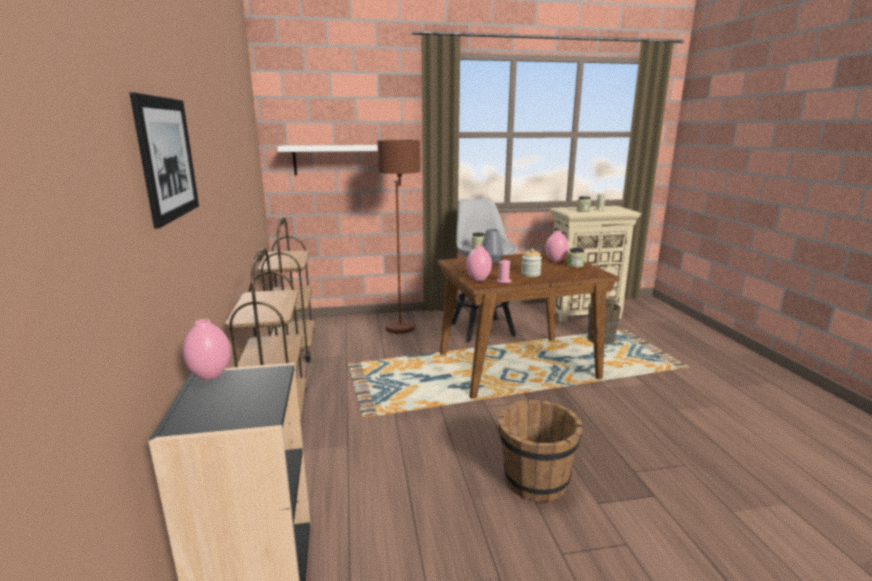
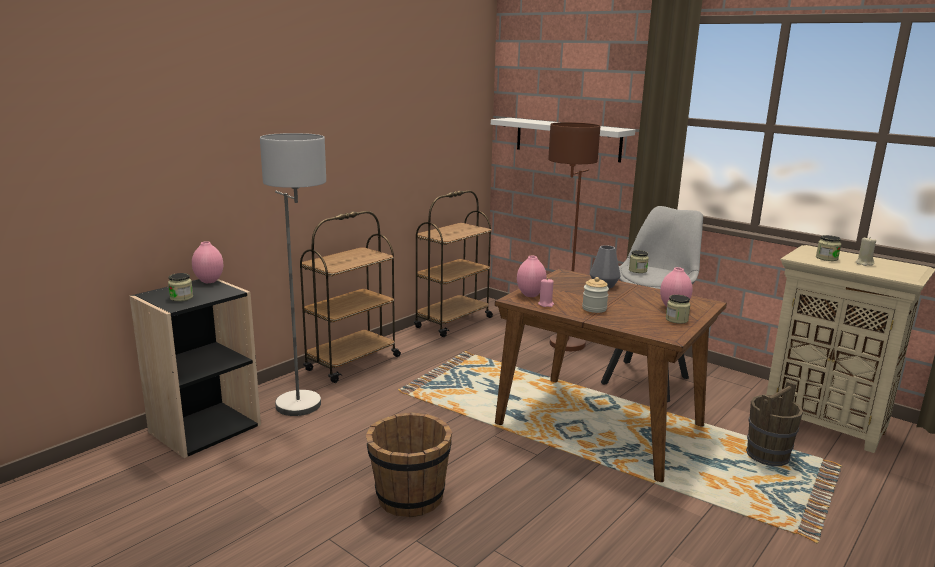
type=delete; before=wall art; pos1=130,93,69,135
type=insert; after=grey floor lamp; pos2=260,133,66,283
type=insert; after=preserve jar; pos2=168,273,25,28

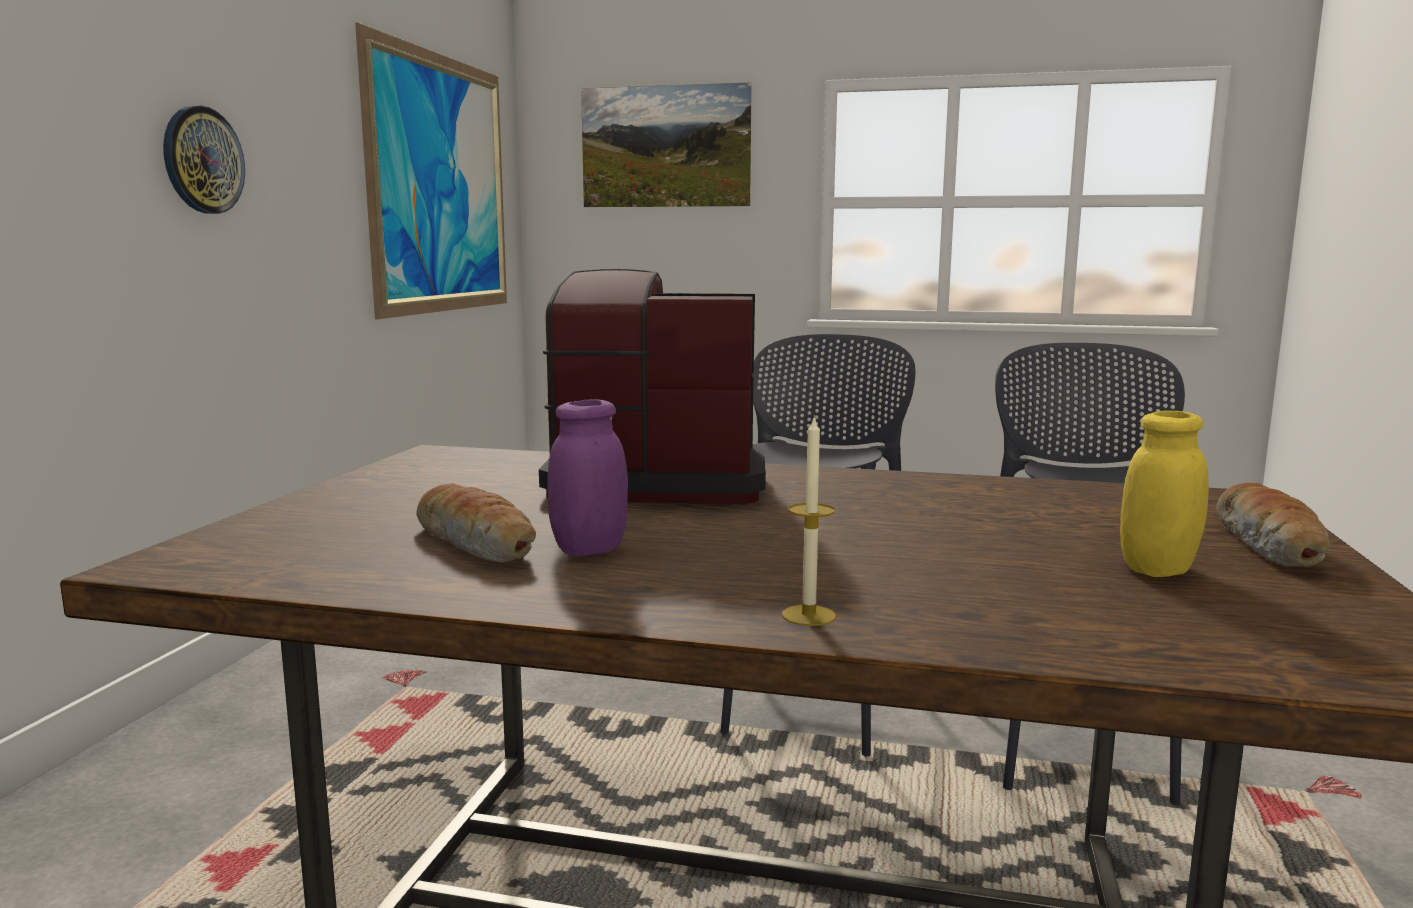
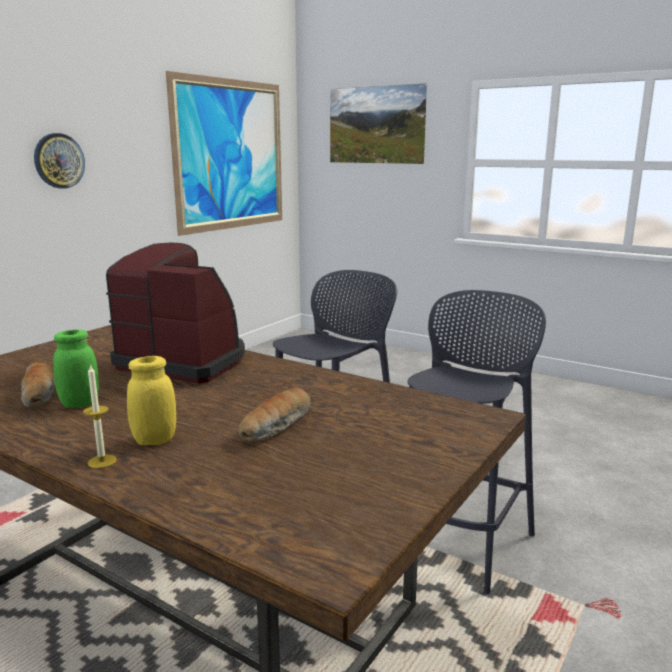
type=recolor; before=purple-coloured preserve jar; after=green preserve jar; pos1=547,399,81,157; pos2=53,329,46,79
type=move; before=yellow-coloured preserve jar; pos1=1120,411,89,166; pos2=127,356,49,89
type=move; before=bakery bread; pos1=1216,483,114,84; pos2=239,388,71,54

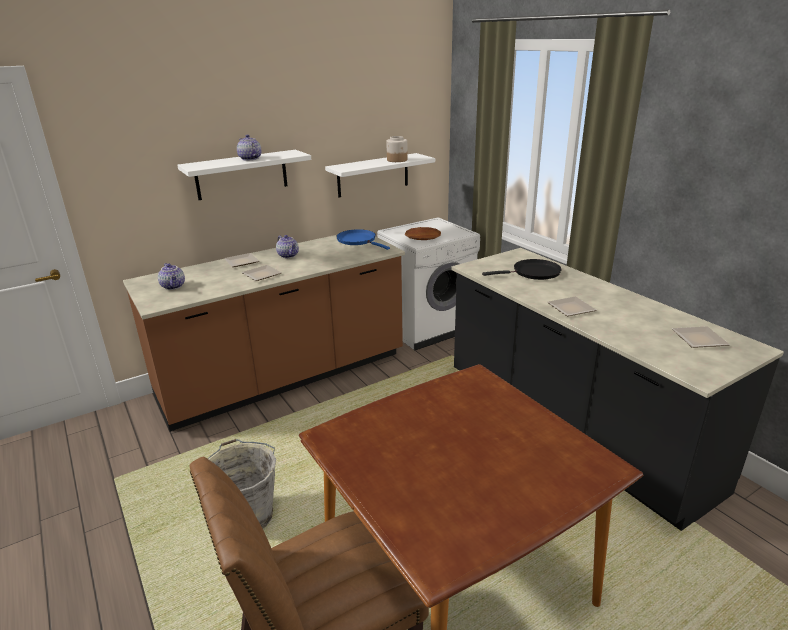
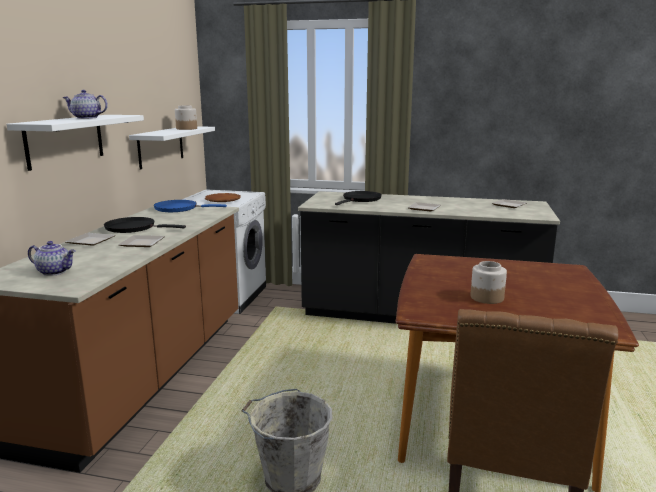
type=replace; before=pot for tea; after=blackish skillet; pos1=276,235,23,23; pos2=104,217,82,16
type=insert; after=preserve jar; pos2=471,261,36,43

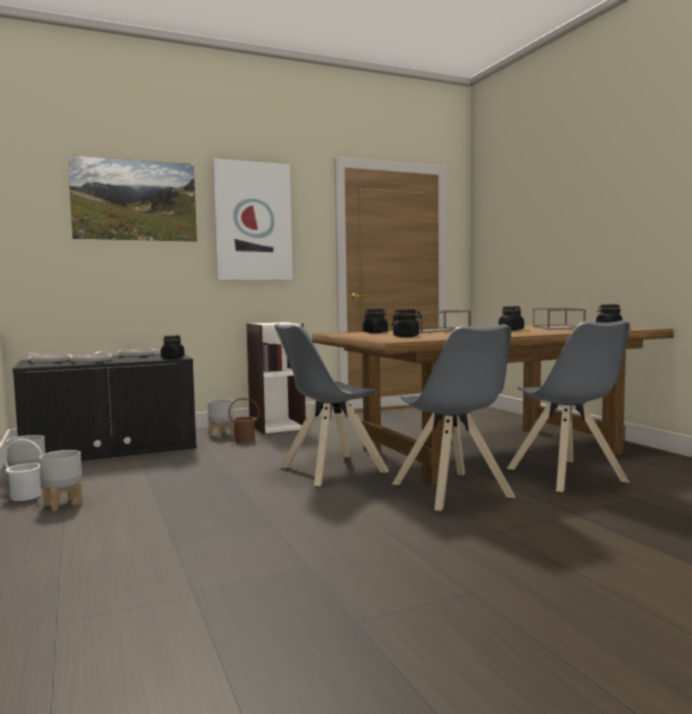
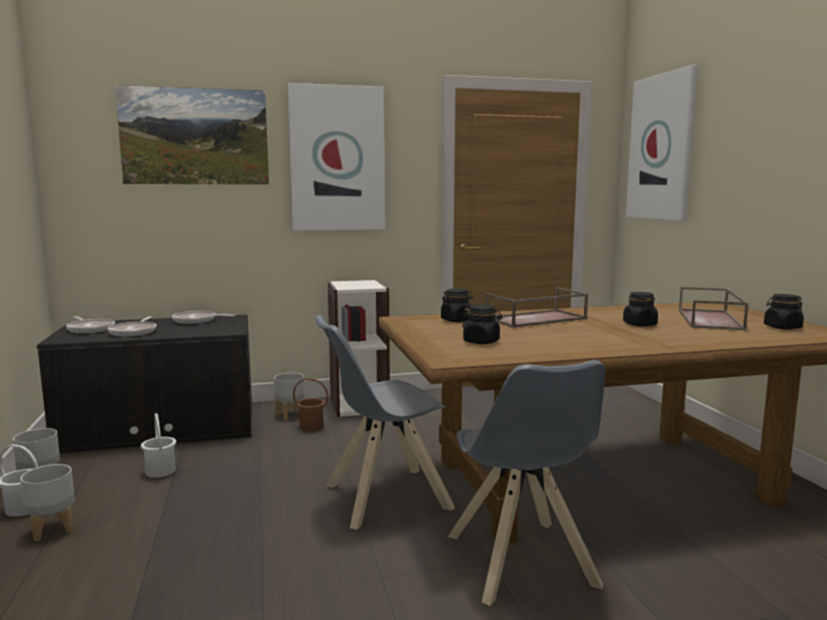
type=delete; before=grey chair; pos1=507,320,123,172
type=delete; before=blackish preserve jar; pos1=161,335,24,24
type=insert; after=wall art; pos2=626,65,72,156
type=insert; after=white-coloured water bucket; pos2=141,413,35,65

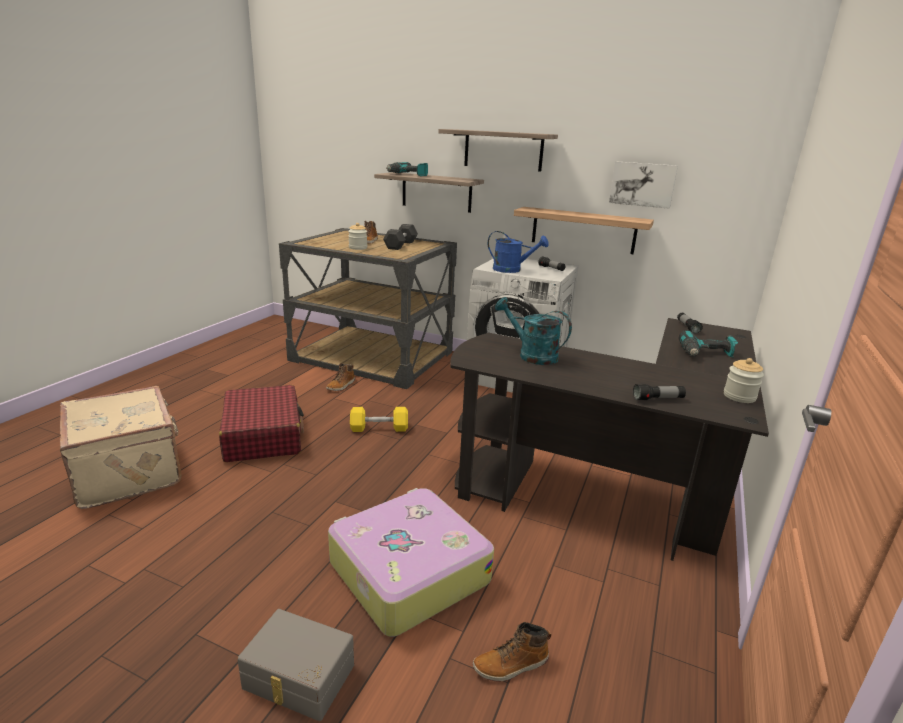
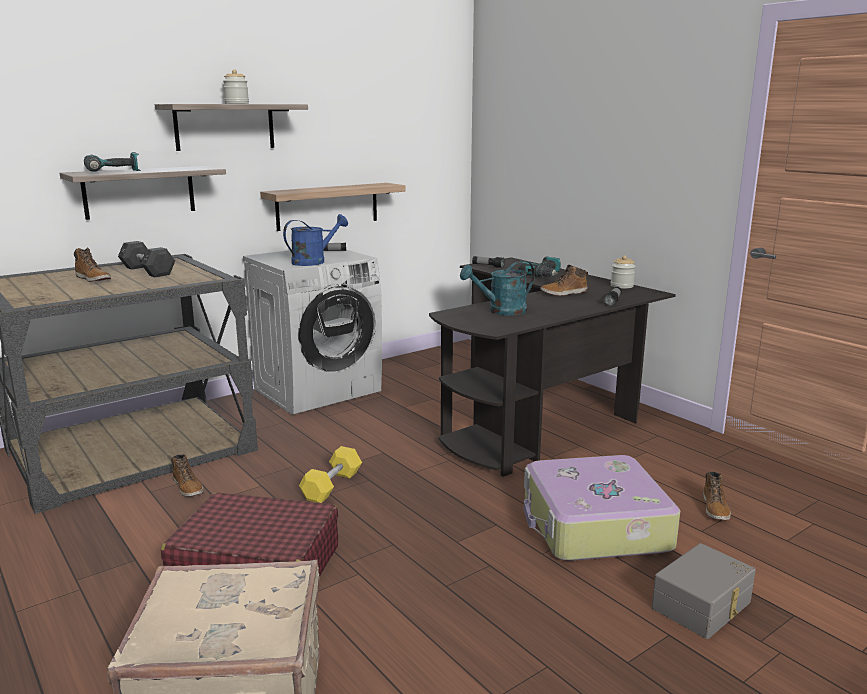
type=delete; before=wall art; pos1=609,161,69,48
type=move; before=preserve jar; pos1=348,223,19,27; pos2=223,69,26,35
type=insert; after=high-top boot; pos2=540,265,48,31

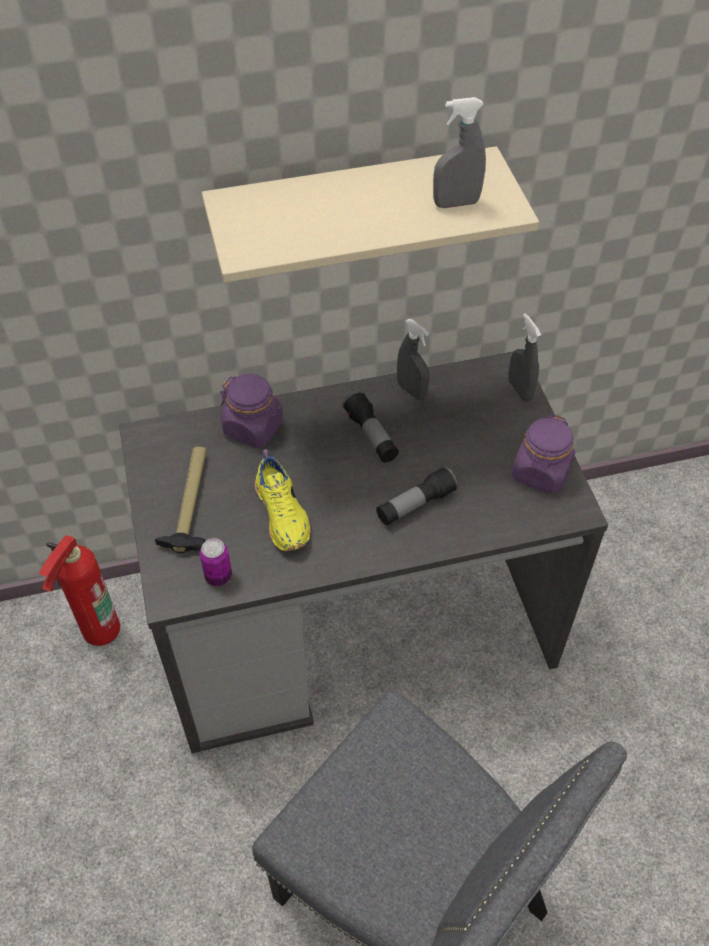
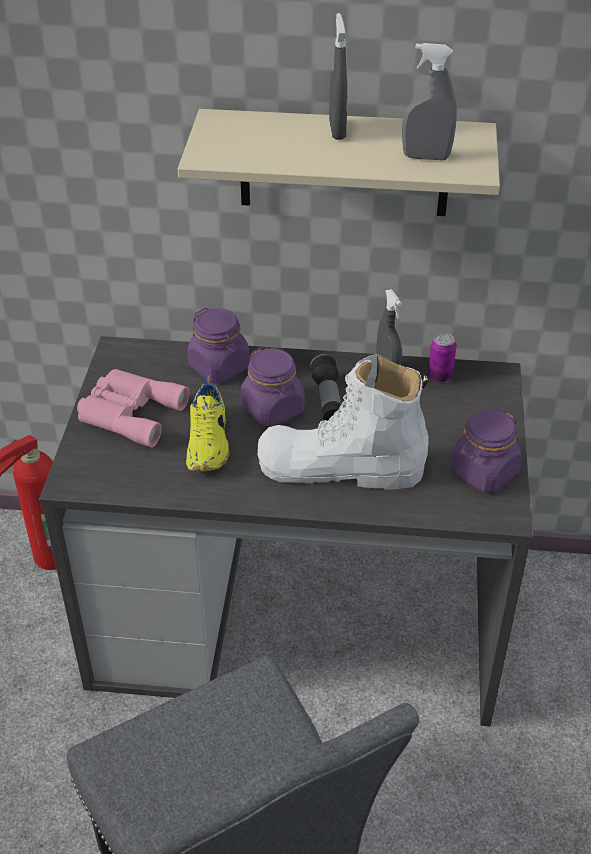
type=move; before=grey hand sprayer; pos1=508,313,33,89; pos2=329,13,18,127
type=replace; before=tool hammer; after=pinkish binoculars; pos1=155,447,52,106; pos2=77,369,113,79
type=replace; before=hand torch; after=white-coloured high-top boot; pos1=376,466,82,60; pos2=257,354,172,136
type=move; before=can; pos1=200,538,32,48; pos2=428,333,28,50
type=insert; after=purple-coloured preserve jar; pos2=240,347,65,80

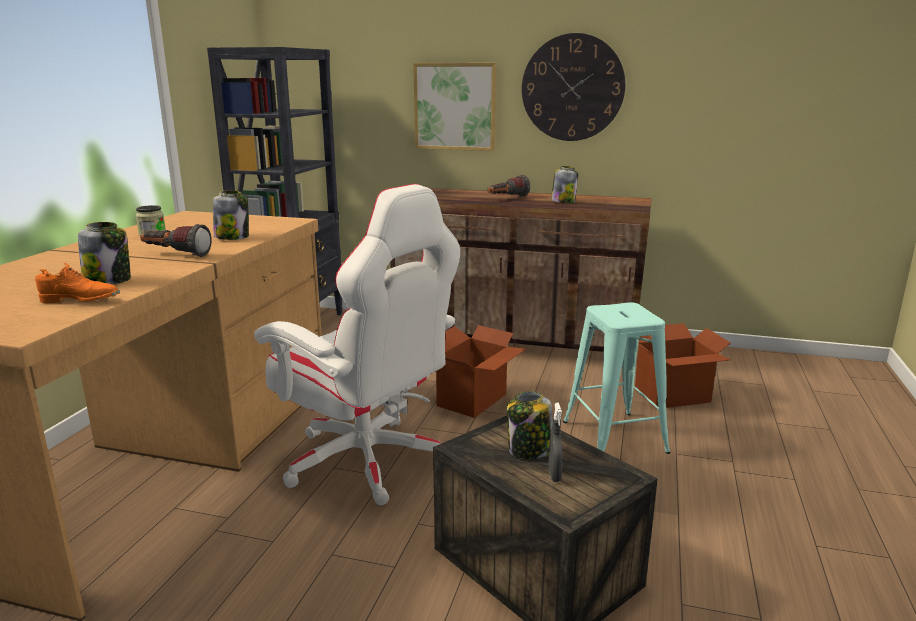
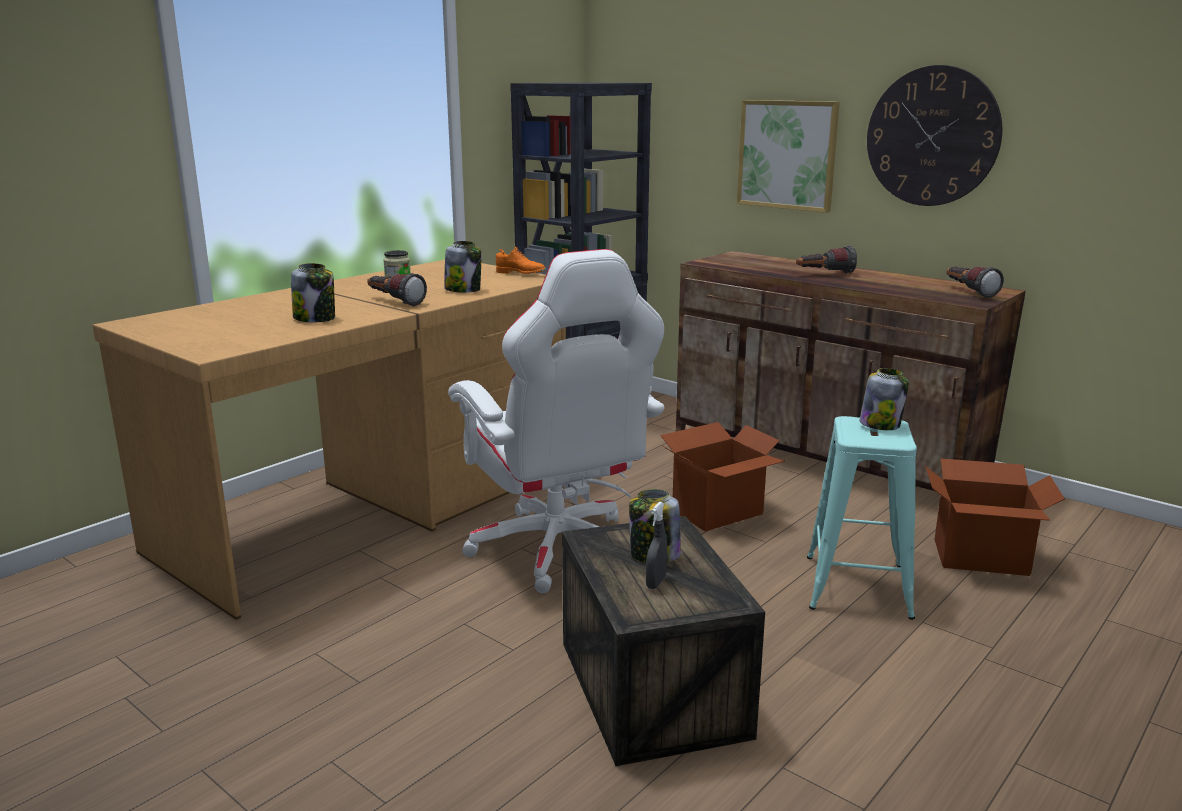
type=move; before=preserve jar; pos1=551,166,27,37; pos2=860,368,49,62
type=move; before=orange item of footwear; pos1=35,263,85,40; pos2=496,247,50,27
type=insert; after=hand torch; pos2=947,267,57,31

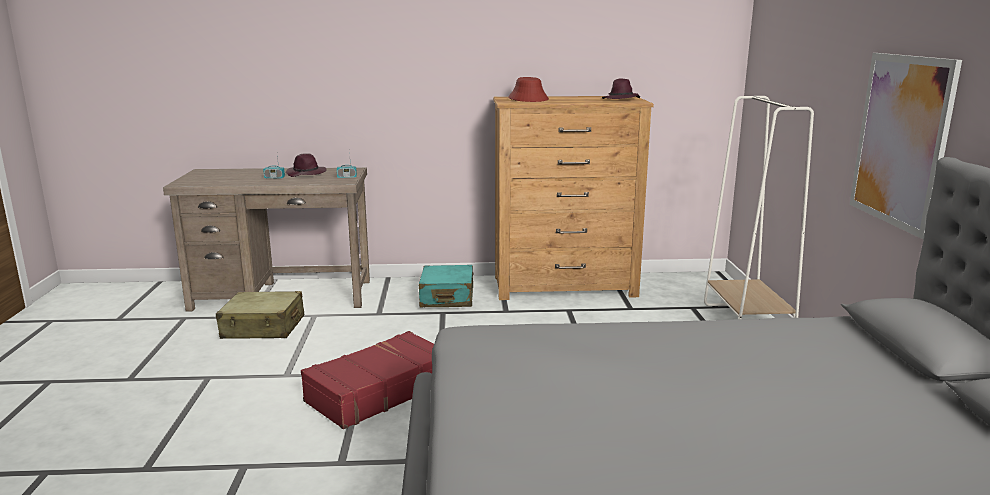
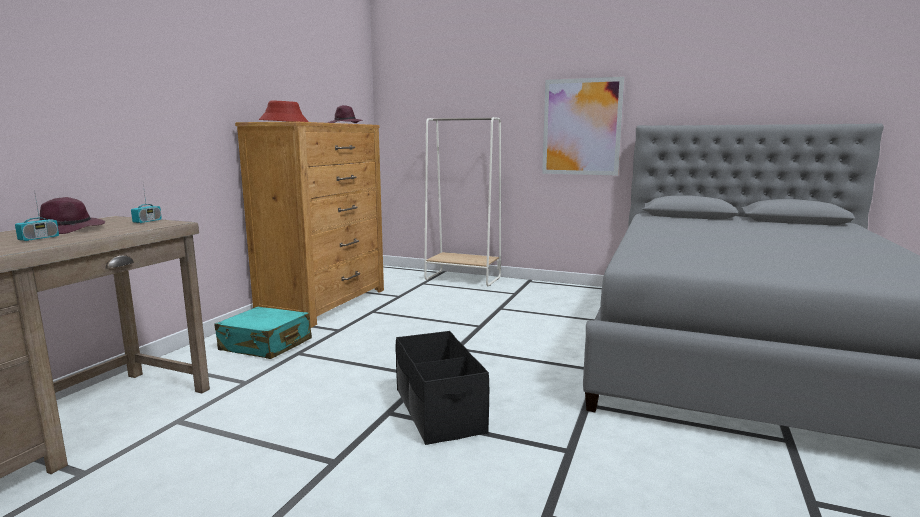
type=delete; before=beige travel case; pos1=216,291,88,48
type=replace; before=red-coloured travel case; after=blackish storage bin; pos1=301,331,133,98; pos2=396,331,93,114

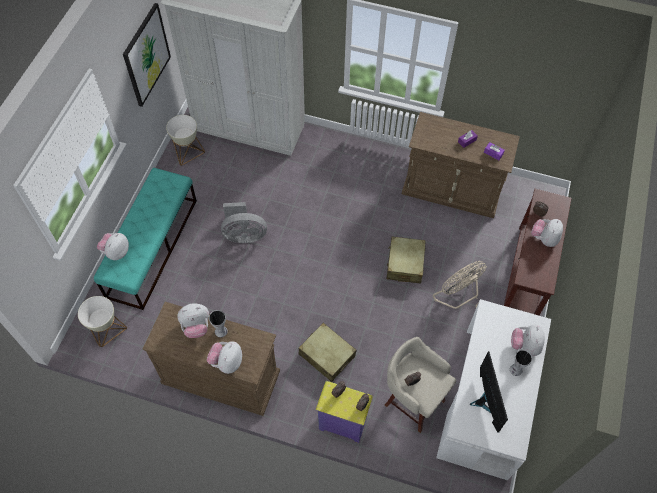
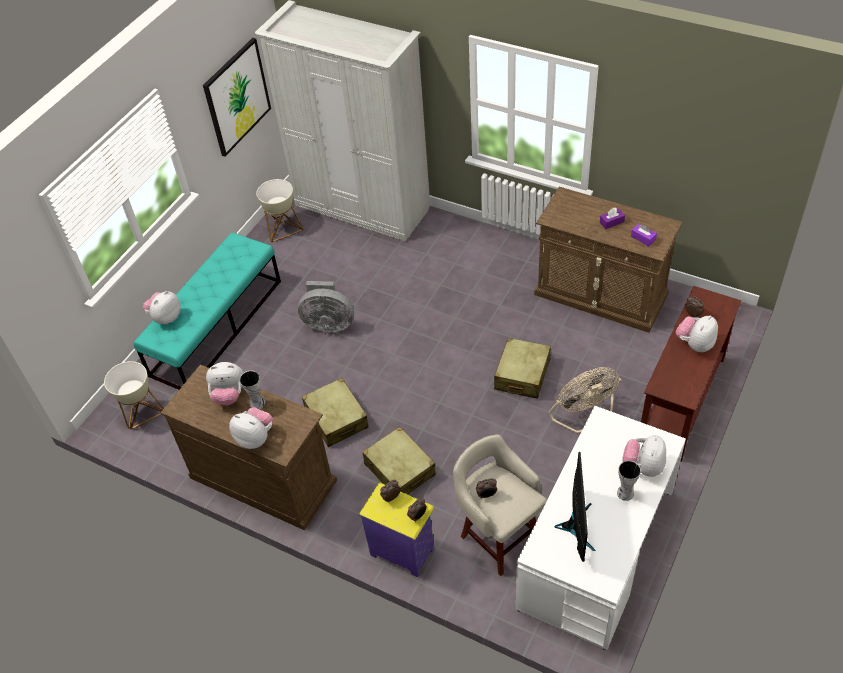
type=rotate; before=plush toy; pos1=207,341,35,33; pos2=229,407,44,42; turn=90
type=insert; after=beige travel case; pos2=302,378,67,69

